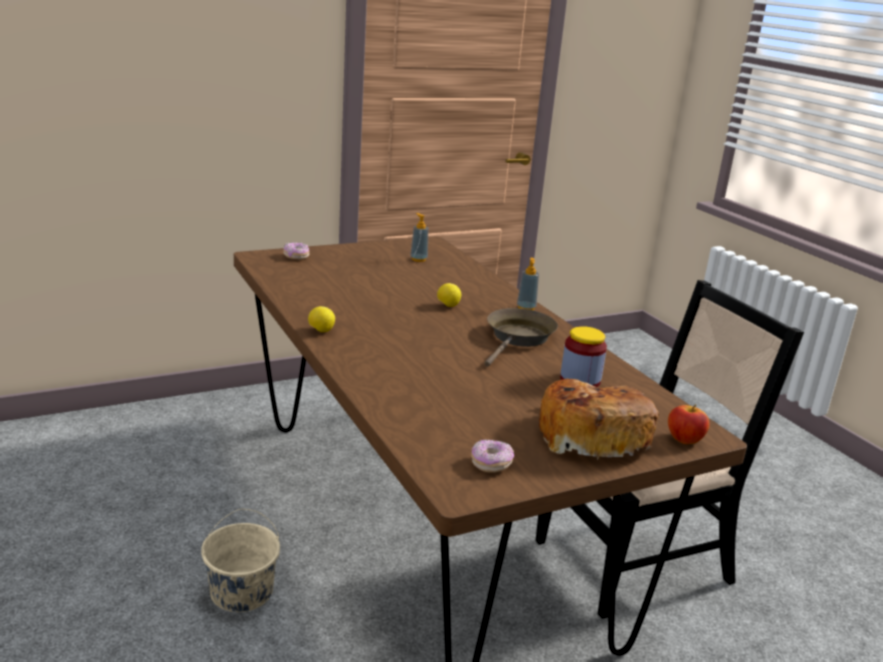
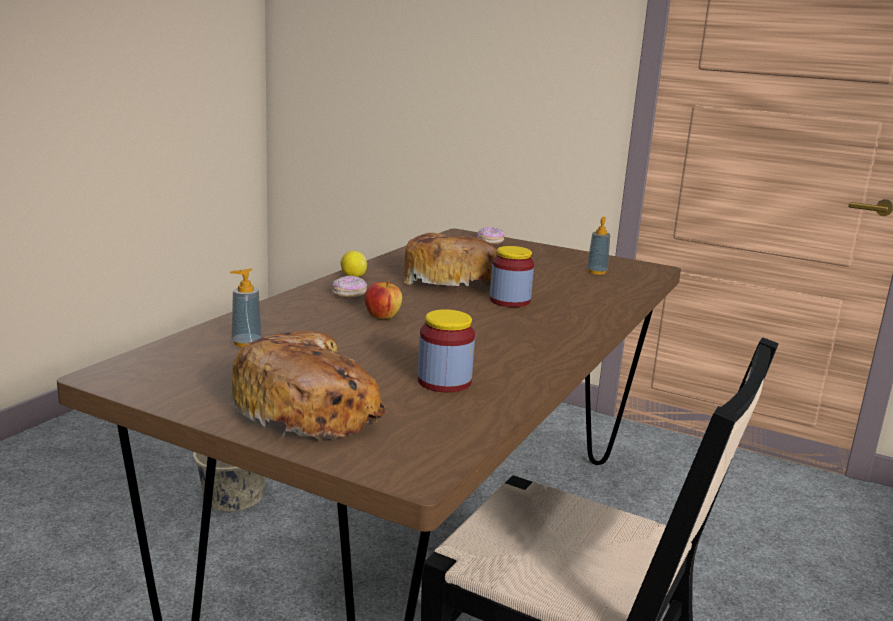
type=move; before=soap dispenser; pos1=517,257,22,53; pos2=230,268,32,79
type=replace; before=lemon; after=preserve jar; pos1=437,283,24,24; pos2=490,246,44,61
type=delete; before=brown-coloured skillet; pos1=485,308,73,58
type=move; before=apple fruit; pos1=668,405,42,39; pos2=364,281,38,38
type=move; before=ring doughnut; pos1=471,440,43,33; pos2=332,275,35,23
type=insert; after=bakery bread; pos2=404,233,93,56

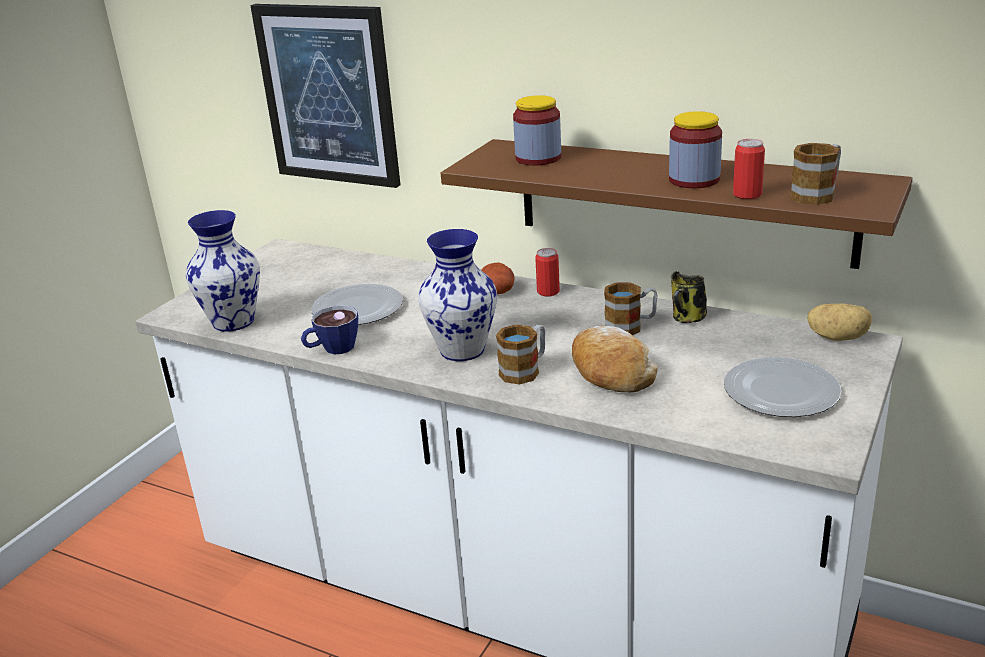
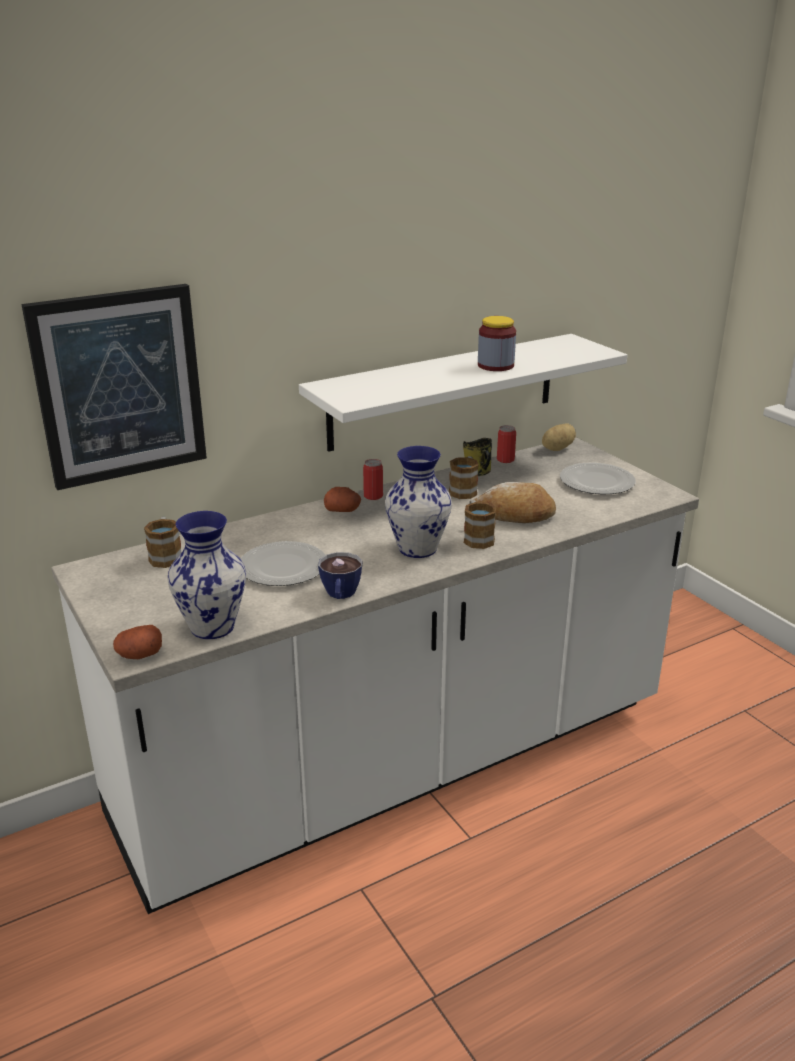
type=delete; before=preserve jar; pos1=513,95,48,71
type=recolor; before=brown-coloured wall shelf; after=white-coloured wall shelf; pos1=441,139,471,130; pos2=299,334,328,118
type=move; before=can; pos1=733,139,32,60; pos2=497,425,19,38
type=move; before=coffee mug; pos1=790,143,51,62; pos2=144,517,37,51
type=insert; after=whole potato; pos2=113,625,49,34

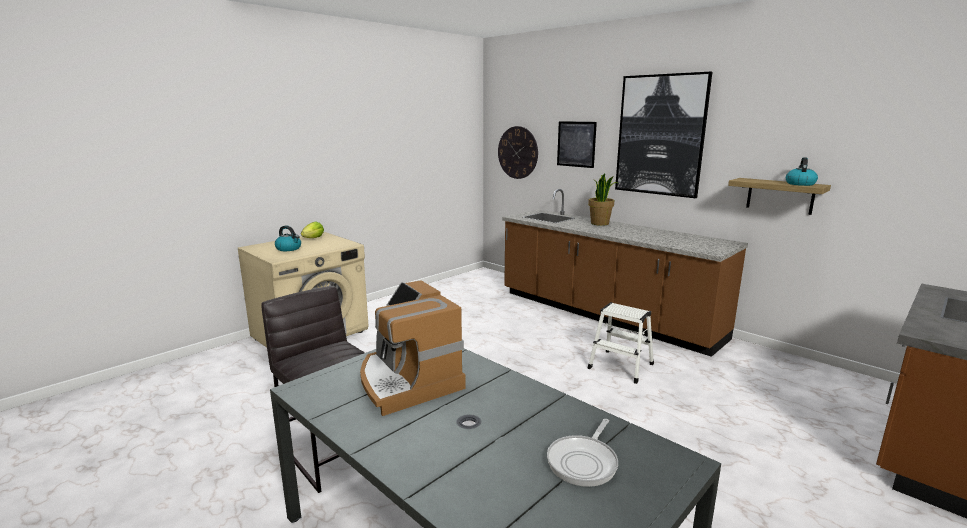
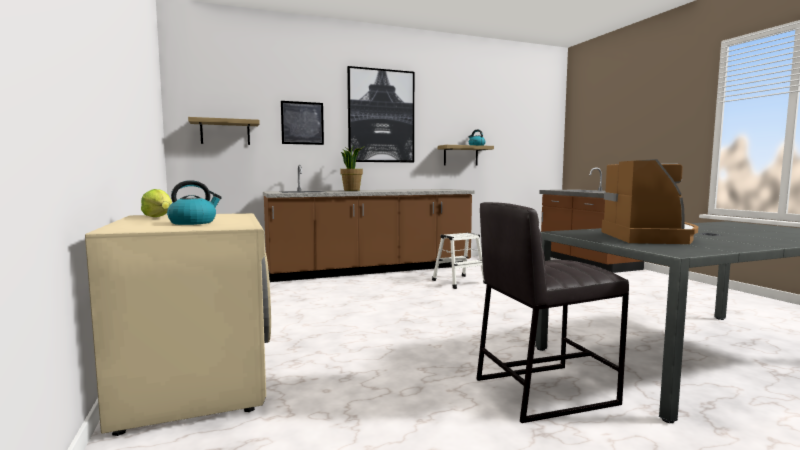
type=replace; before=hanging clock; after=wall shelf; pos1=498,126,40,53; pos2=188,117,72,28
type=rotate; before=coffee brewer; pos1=360,280,106,136; pos2=601,159,97,85; turn=-75
type=delete; before=skillet; pos1=547,419,71,68

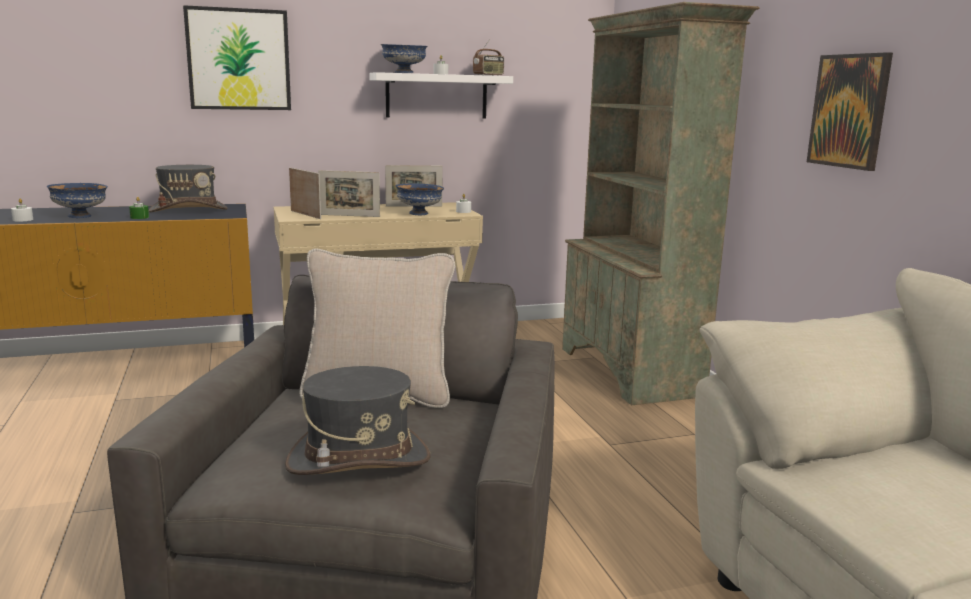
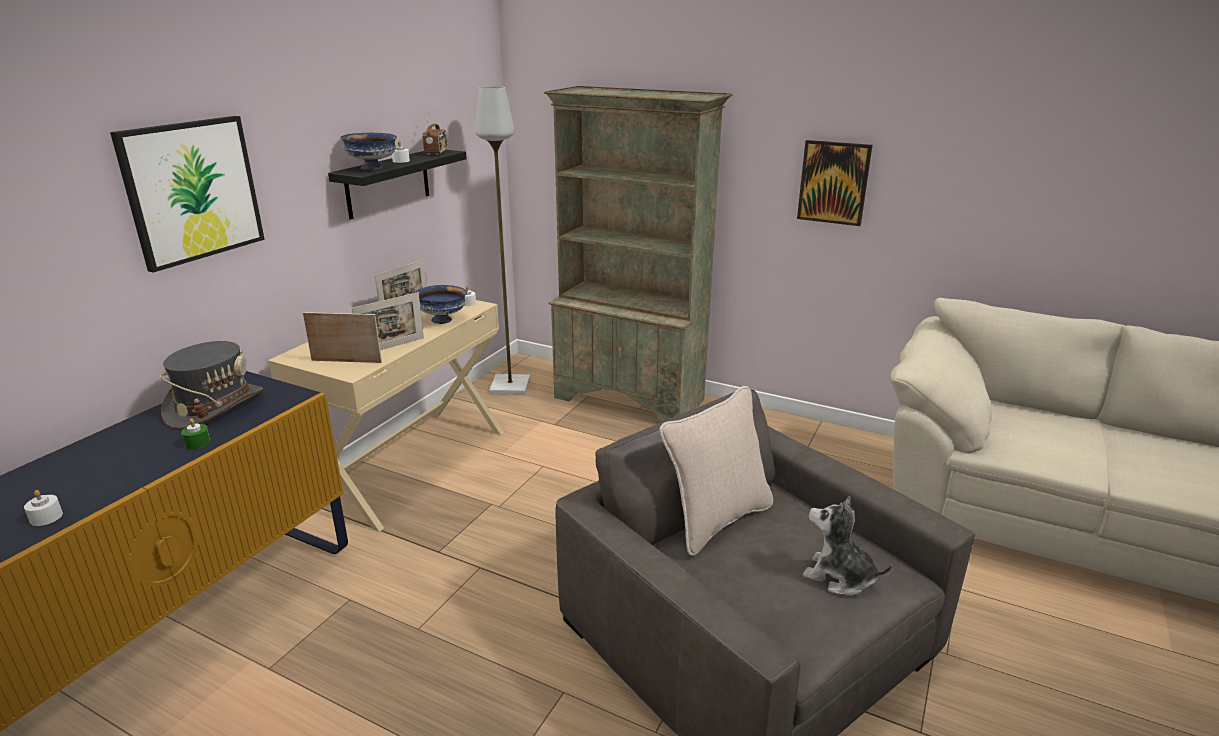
type=recolor; before=white-coloured wall shelf; after=blackish wall shelf; pos1=369,72,144,47; pos2=328,150,139,70
type=delete; before=blue-coloured bowl; pos1=46,183,62,35
type=replace; before=grey wearable hat; after=plush toy; pos1=285,366,146,109; pos2=803,496,90,100
type=insert; after=grey floor lamp; pos2=475,86,55,309

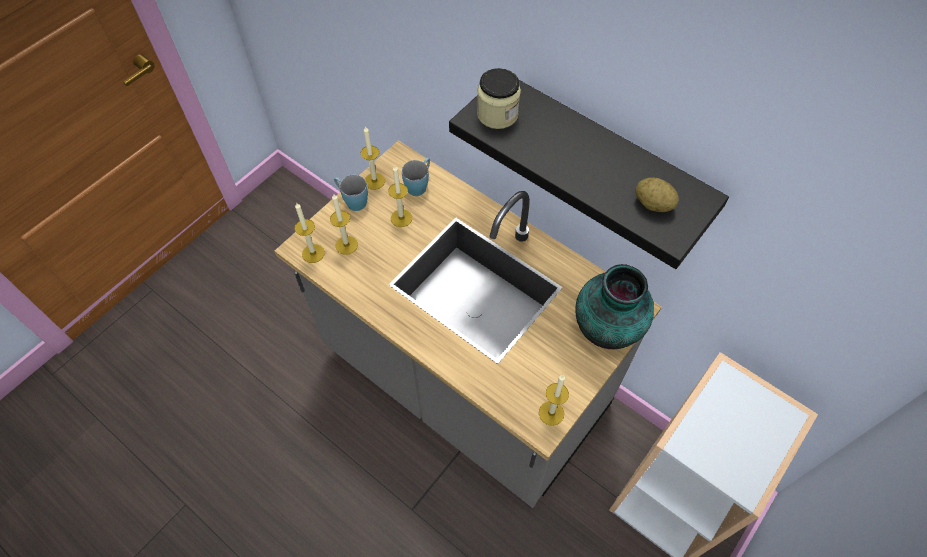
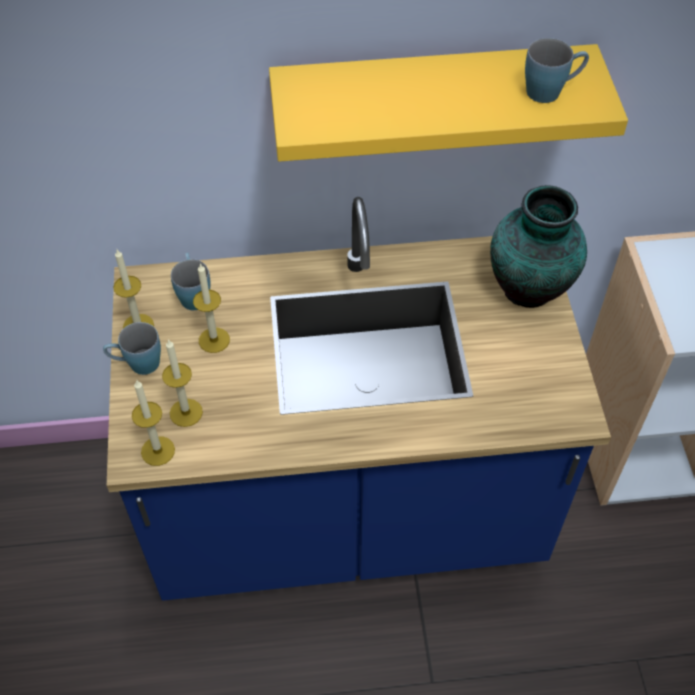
type=delete; before=preserve jar; pos1=477,68,44,61
type=recolor; before=blackish wall shelf; after=yellow-coloured wall shelf; pos1=449,80,280,189; pos2=269,44,359,118
type=recolor; before=grey kitchen counter; after=blue-coloured kitchen counter; pos1=274,140,388,368; pos2=107,197,504,404
type=replace; before=whole potato; after=blue-coloured coffee mug; pos1=635,177,44,35; pos2=525,38,64,65
type=delete; before=wax candle; pos1=539,375,30,51

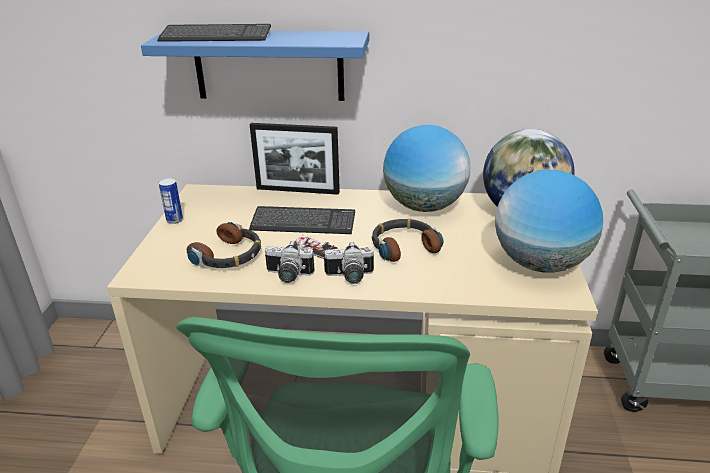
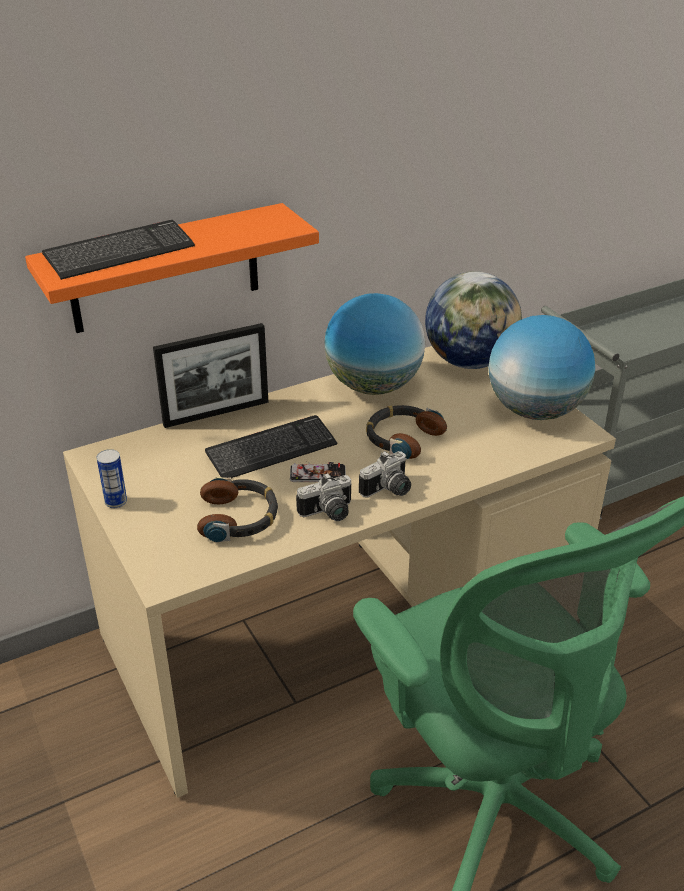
type=recolor; before=blue-coloured wall shelf; after=orange wall shelf; pos1=141,31,228,70; pos2=25,203,294,130

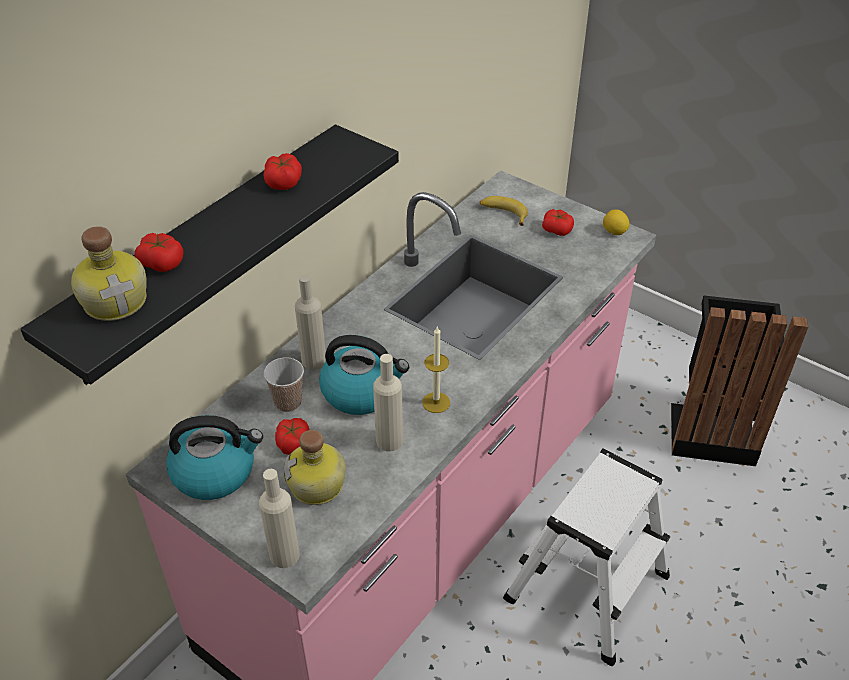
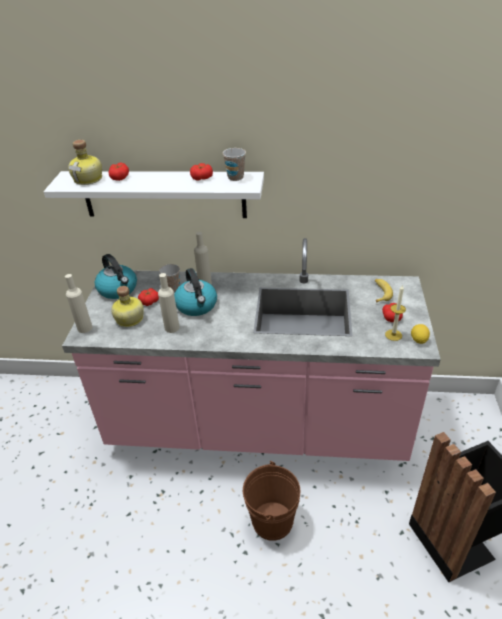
type=recolor; before=blackish wall shelf; after=white-coloured wall shelf; pos1=20,124,379,261; pos2=44,171,220,47
type=move; before=wax candle; pos1=422,327,28,86; pos2=385,284,21,57
type=replace; before=white-coloured step ladder; after=brown-coloured water bucket; pos1=503,448,168,218; pos2=243,461,58,80
type=insert; after=drinking cup; pos2=223,148,23,33

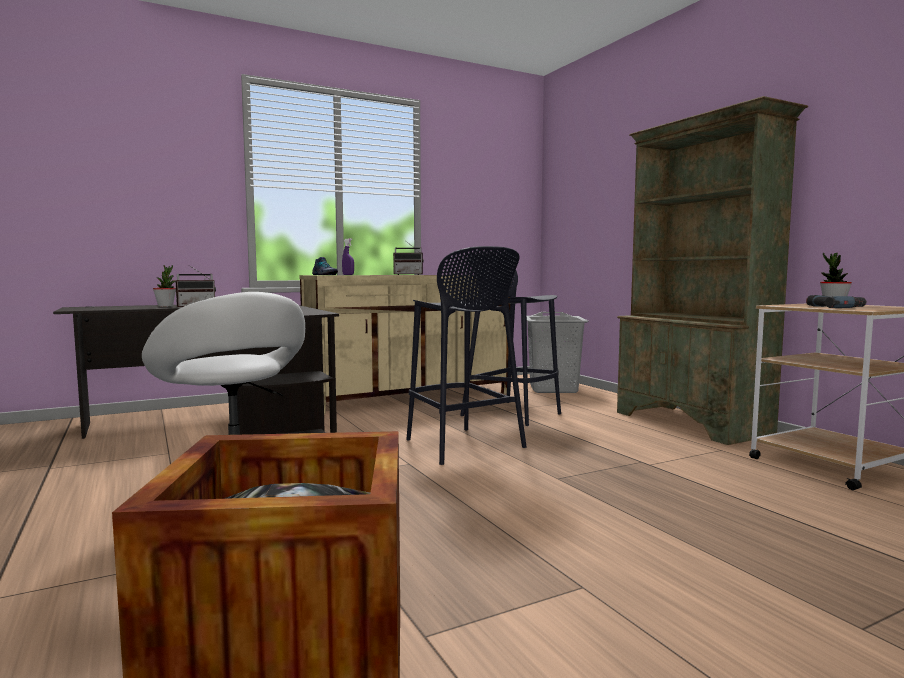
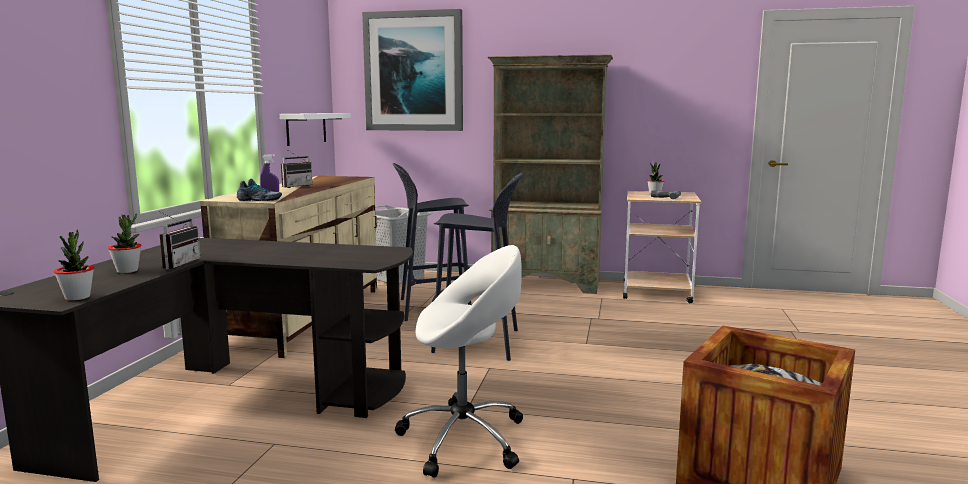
type=insert; after=wall art; pos2=362,9,101,122
type=insert; after=white-coloured wall shelf; pos2=280,113,71,33
type=insert; after=plant in a pot; pos2=54,229,40,72

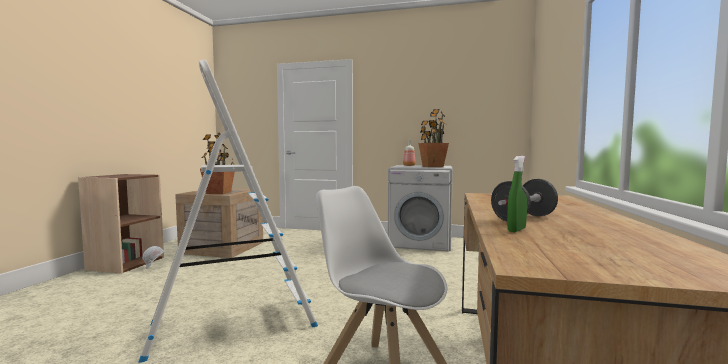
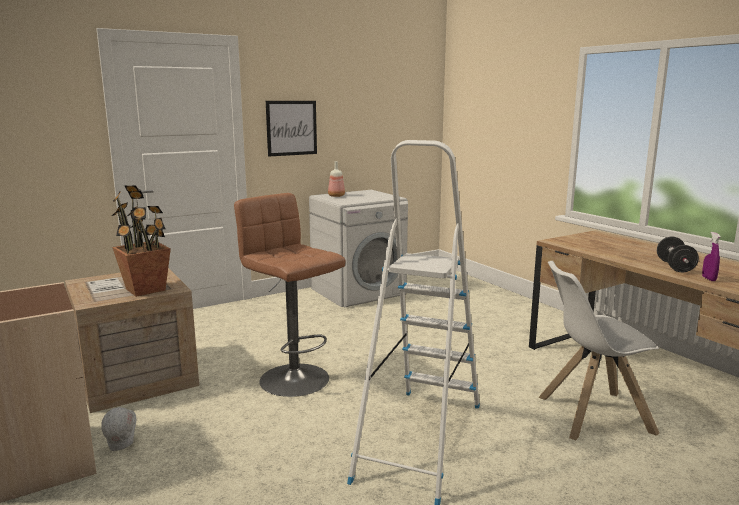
type=delete; before=plant in a pot; pos1=419,109,30,58
type=recolor; before=green hand sprayer; after=purple-coloured hand sprayer; pos1=507,156,20,76; pos2=702,232,19,49
type=insert; after=wall art; pos2=266,101,51,56
type=insert; after=brown-coloured stool; pos2=234,193,111,204

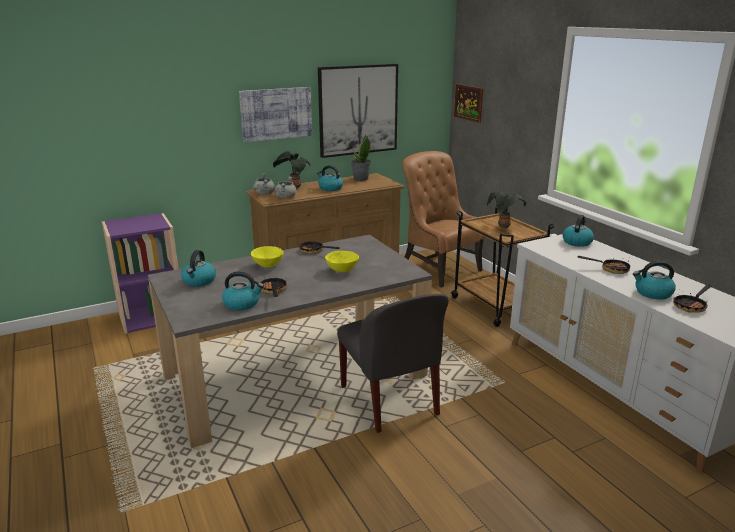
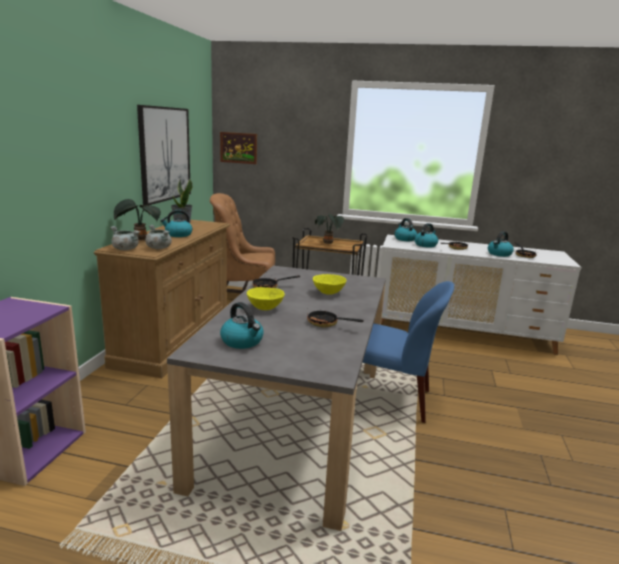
type=delete; before=wall art; pos1=239,87,73,55
type=move; before=kettle; pos1=222,271,42,39; pos2=414,223,24,24
type=recolor; before=grey chair; after=blue-coloured chair; pos1=337,294,112,139; pos2=358,281,96,142

